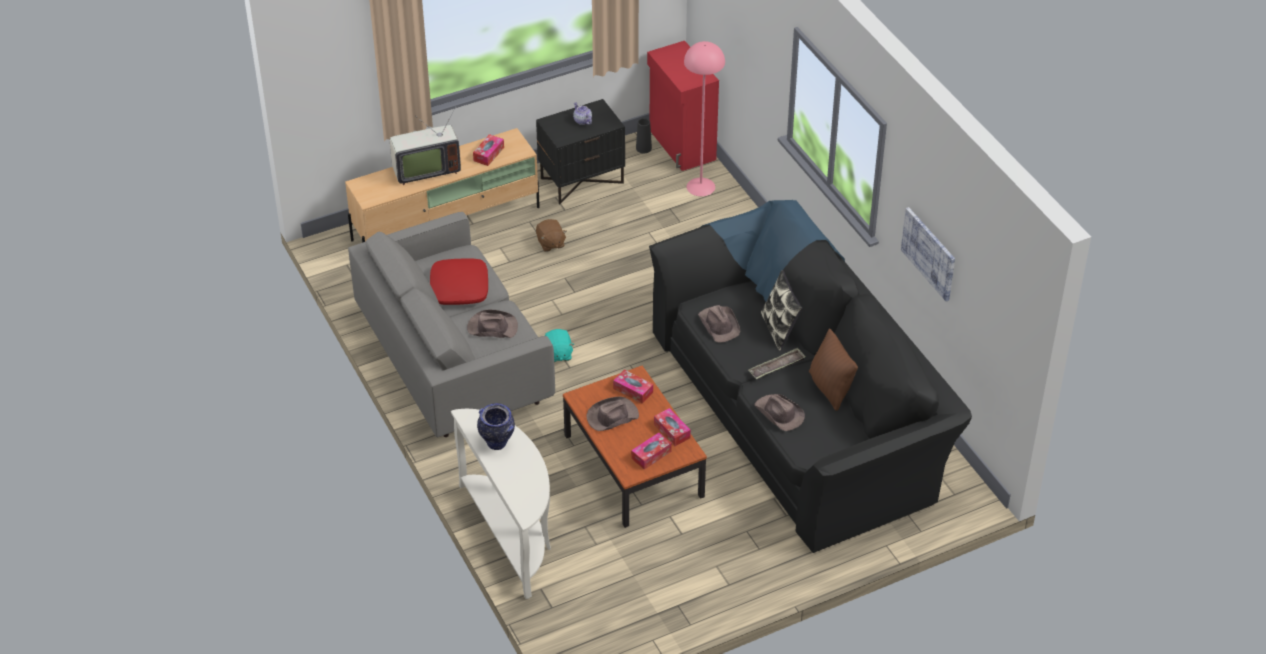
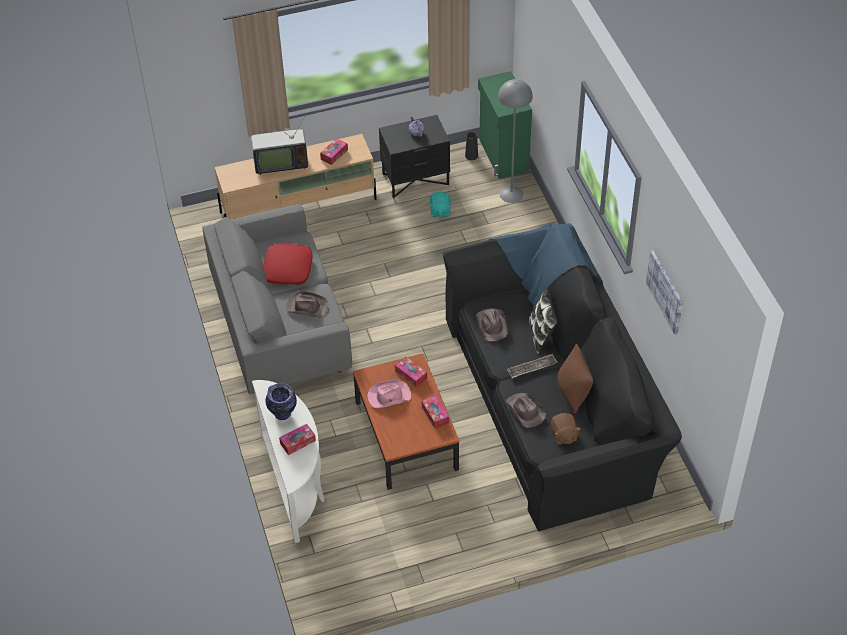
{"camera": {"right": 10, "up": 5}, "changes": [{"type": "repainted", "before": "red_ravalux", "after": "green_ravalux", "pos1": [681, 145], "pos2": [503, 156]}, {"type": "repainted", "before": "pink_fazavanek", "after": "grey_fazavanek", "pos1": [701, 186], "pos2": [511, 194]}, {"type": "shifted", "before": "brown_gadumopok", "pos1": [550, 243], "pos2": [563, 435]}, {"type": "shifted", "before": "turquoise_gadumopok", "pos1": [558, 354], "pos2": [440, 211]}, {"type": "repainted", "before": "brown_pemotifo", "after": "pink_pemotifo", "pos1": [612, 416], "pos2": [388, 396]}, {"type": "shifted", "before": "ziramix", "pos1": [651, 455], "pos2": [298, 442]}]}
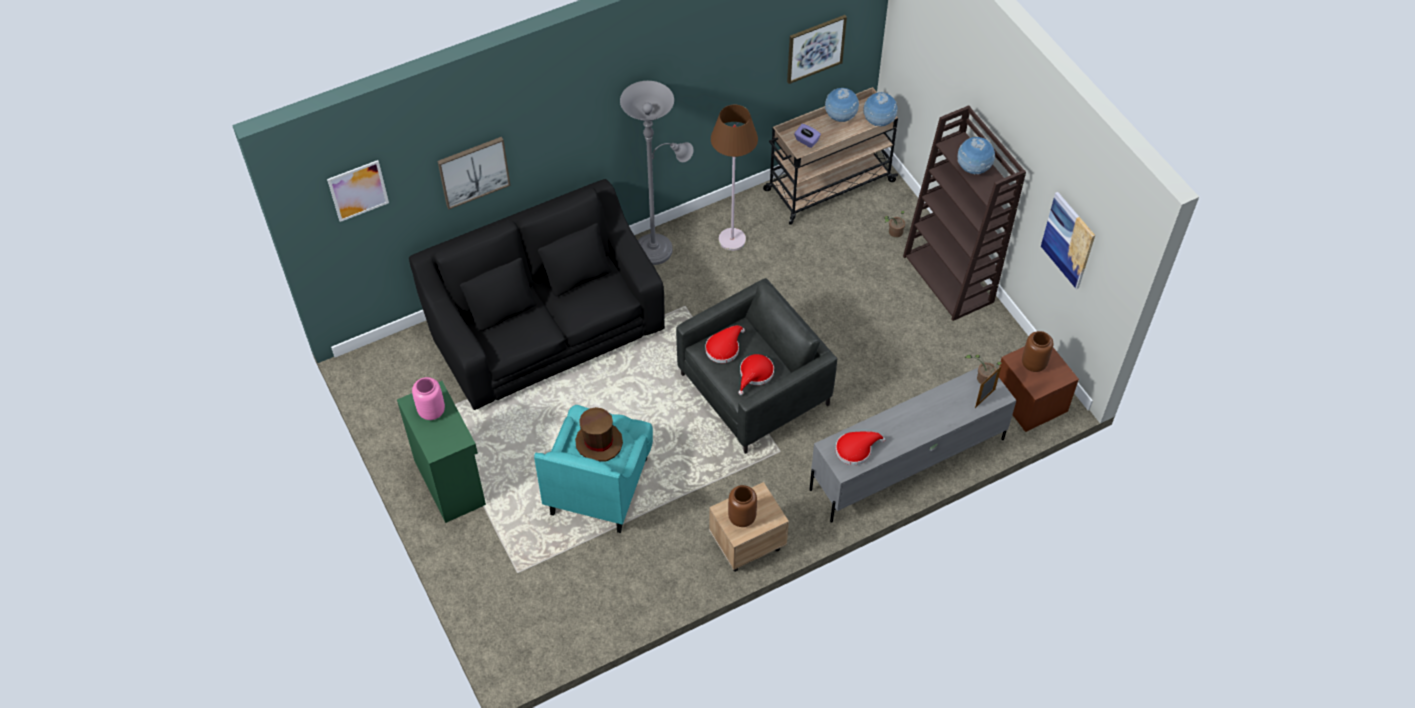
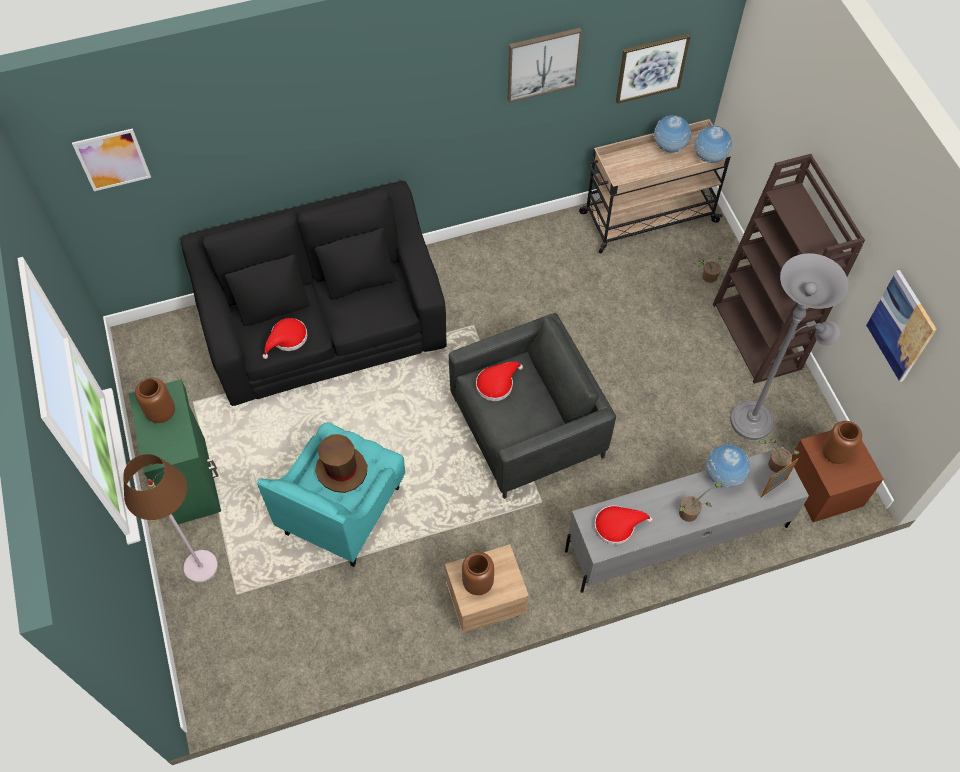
{"camera": {"right": 10, "up": 5}, "changes": [{"type": "shifted", "before": "grey_fazavanek", "pos1": [658, 248], "pos2": [757, 419]}, {"type": "shifted", "before": "brown_fazavanek", "pos1": [732, 240], "pos2": [200, 567]}, {"type": "gone", "before": "purple_ziramix", "pos1": [806, 141]}, {"type": "shifted", "before": "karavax", "pos1": [473, 171], "pos2": [543, 64]}, {"type": "shifted", "before": "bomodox", "pos1": [973, 169], "pos2": [723, 476]}, {"type": "shifted", "before": "red_pemotifo", "pos1": [755, 374], "pos2": [287, 339]}, {"type": "repainted", "before": "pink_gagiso", "after": "brown_gagiso", "pos1": [431, 411], "pos2": [160, 413]}, {"type": "new", "after": "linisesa", "pos2": [691, 512]}]}
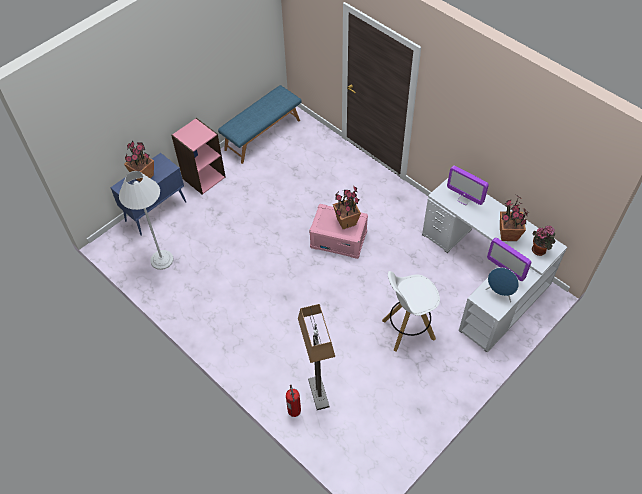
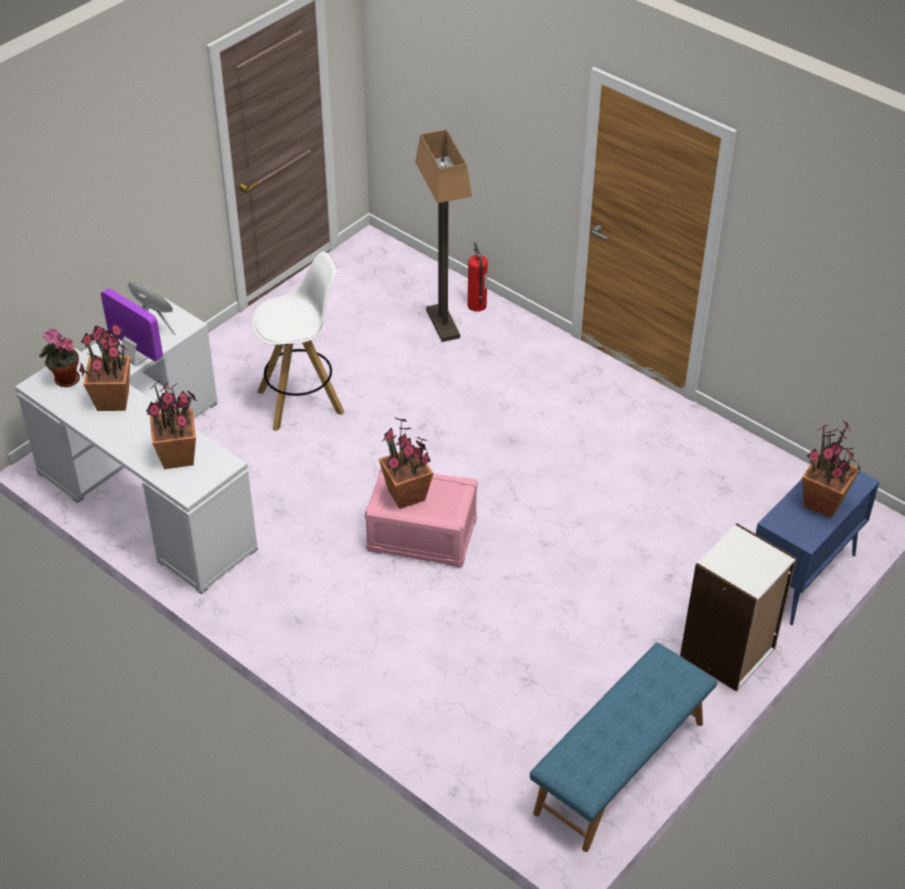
{"camera": {"right": 175, "up": -10}, "changes": [{"type": "repainted", "before": "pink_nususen", "after": "white_nususen", "pos1": [203, 177], "pos2": [728, 653]}, {"type": "swapped", "before": "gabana", "after": "linisesa", "pos1": [464, 199], "pos2": [178, 456]}, {"type": "gone", "before": "white_fazavanek", "pos1": [162, 260]}]}
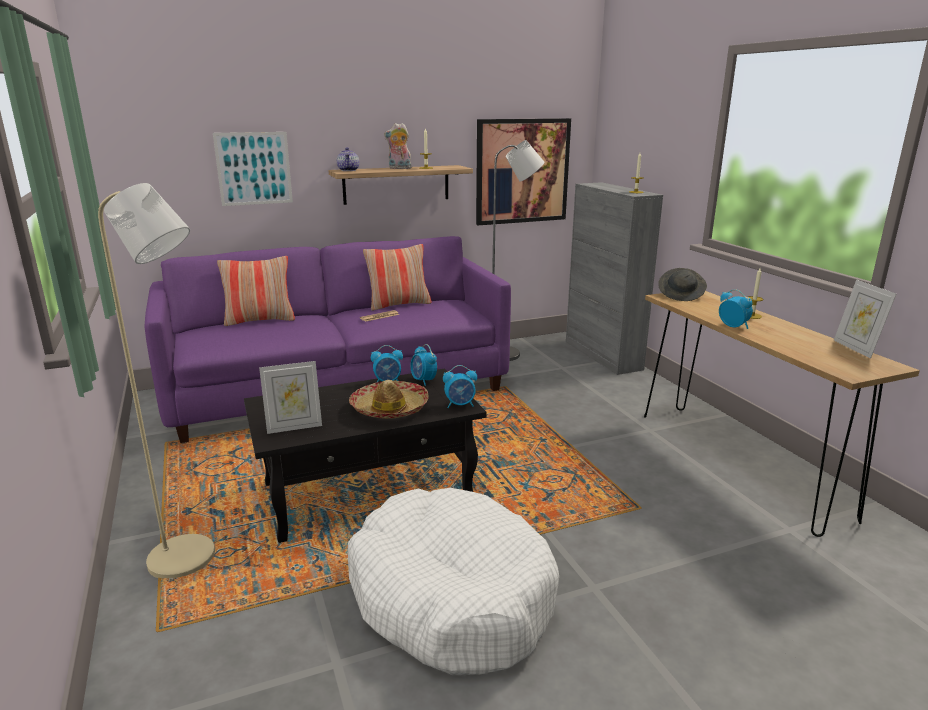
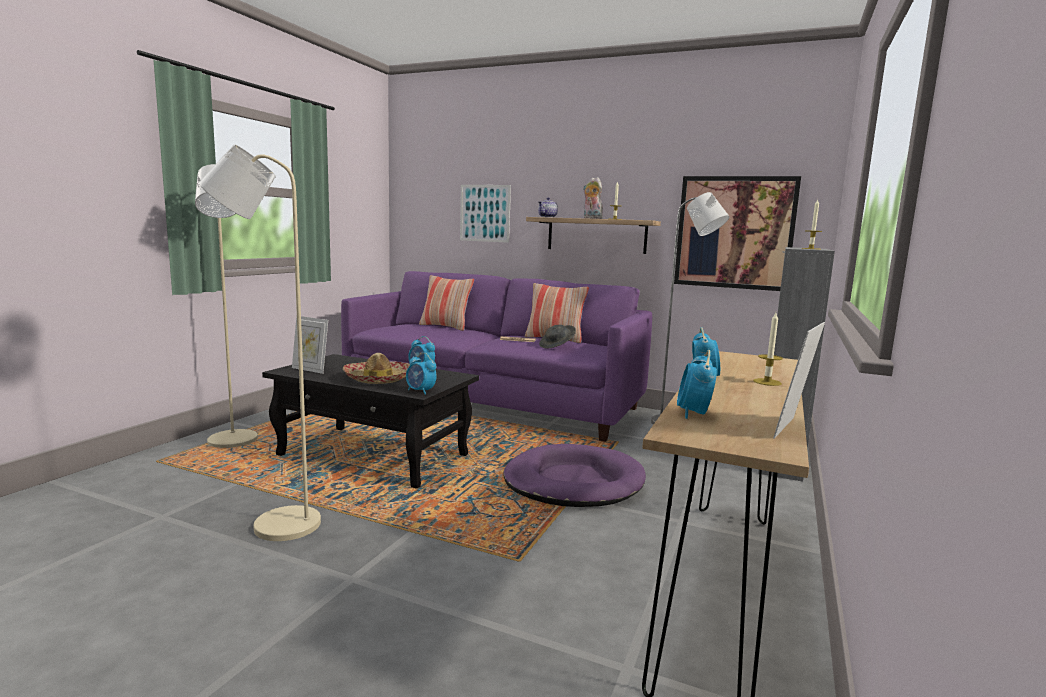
{"camera": {"right": 45, "up": -10}, "changes": [{"type": "shifted", "before": "grey_pemotifo", "pos1": [681, 295], "pos2": [557, 346]}, {"type": "shifted", "before": "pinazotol", "pos1": [423, 381], "pos2": [693, 414]}, {"type": "swapped", "before": "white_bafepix", "after": "beige_fazavanek", "pos1": [451, 596], "pos2": [274, 525]}, {"type": "new", "after": "purple_bafepix", "pos2": [573, 482]}]}
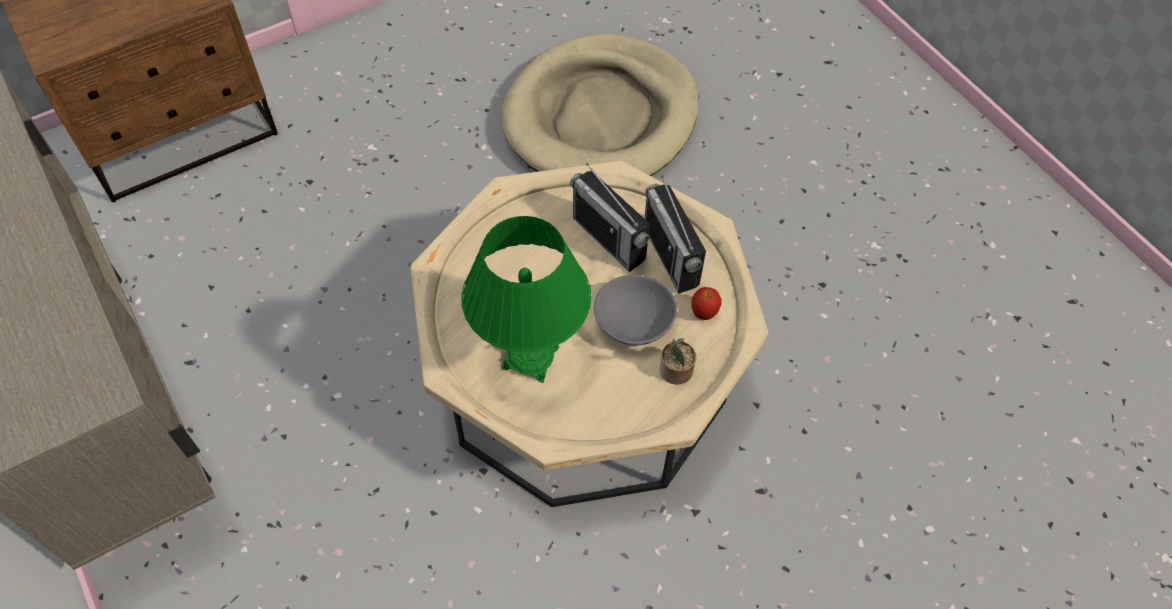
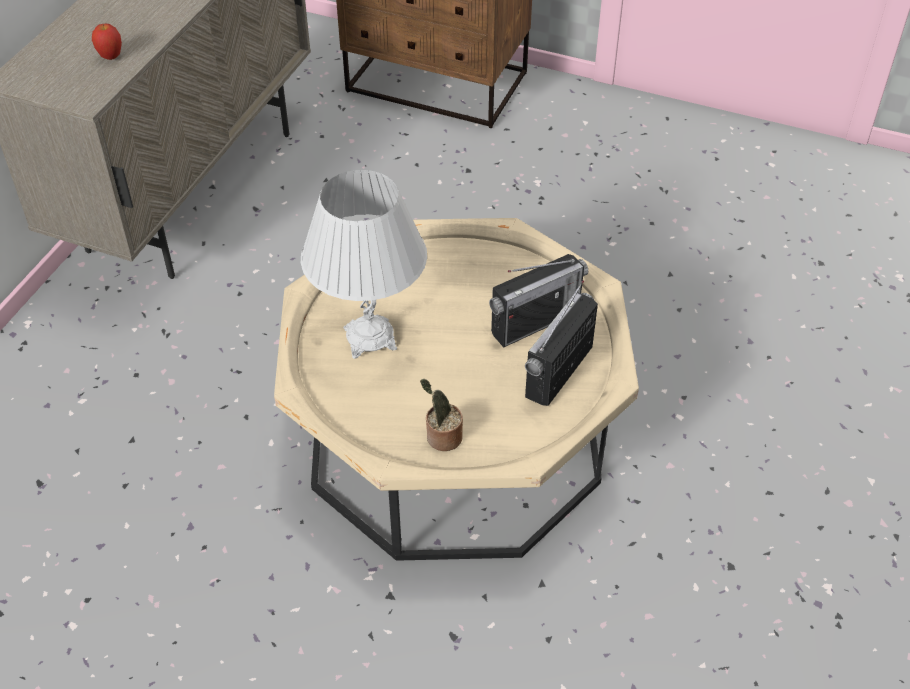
{"camera": {"right": 55, "up": -10}, "changes": [{"type": "gone", "before": "beige_bafepix", "pos1": [601, 117]}, {"type": "rotated", "before": "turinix", "pos1": [609, 239], "pos2": [535, 322], "turn": -135}, {"type": "repainted", "before": "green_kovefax", "after": "white_kovefax", "pos1": [530, 357], "pos2": [370, 338]}, {"type": "gone", "before": "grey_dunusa", "pos1": [634, 323]}, {"type": "shifted", "before": "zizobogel", "pos1": [703, 313], "pos2": [111, 57]}]}
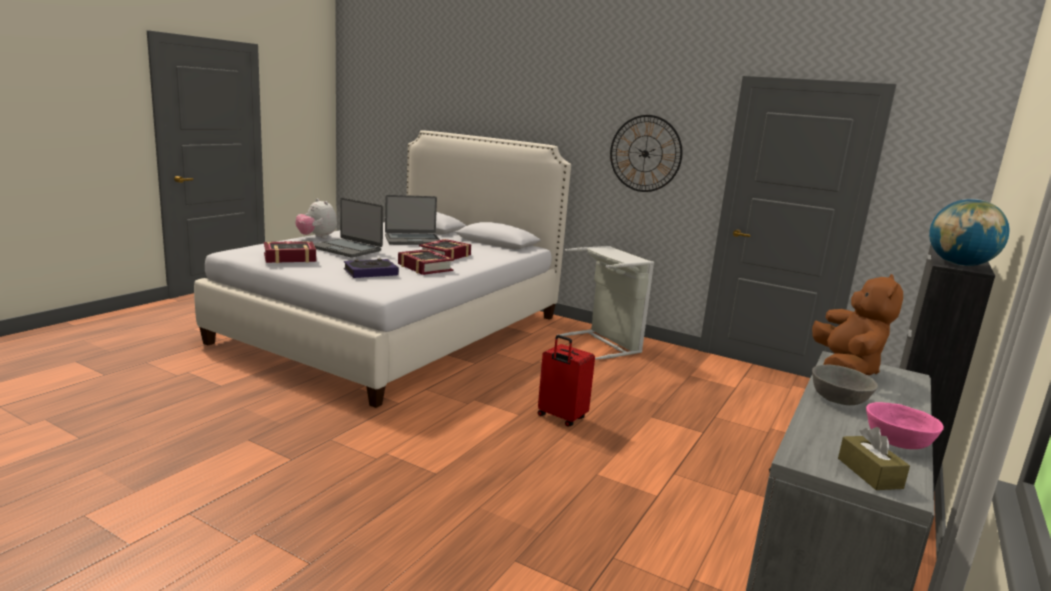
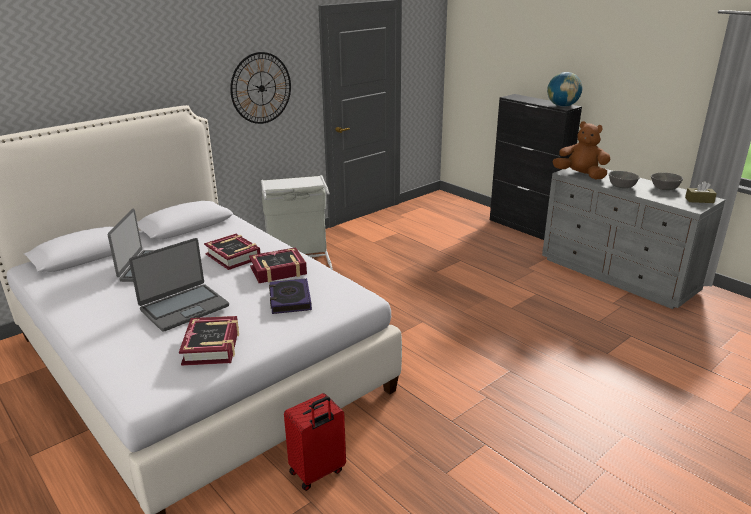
{"camera": {"right": -70, "up": 10}, "changes": [{"type": "gone", "before": "gadumopok", "pos1": [317, 237]}, {"type": "shifted", "before": "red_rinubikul", "pos1": [561, 417], "pos2": [317, 472]}, {"type": "repainted", "before": "pink_dunusa", "after": "grey_dunusa", "pos1": [897, 441], "pos2": [664, 188]}]}
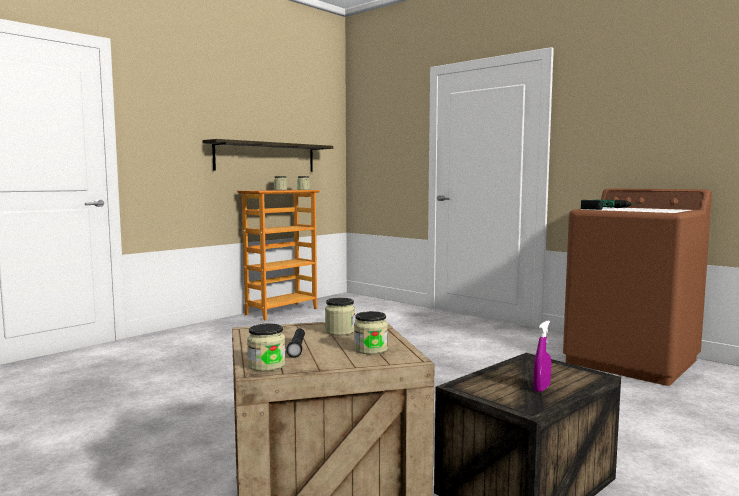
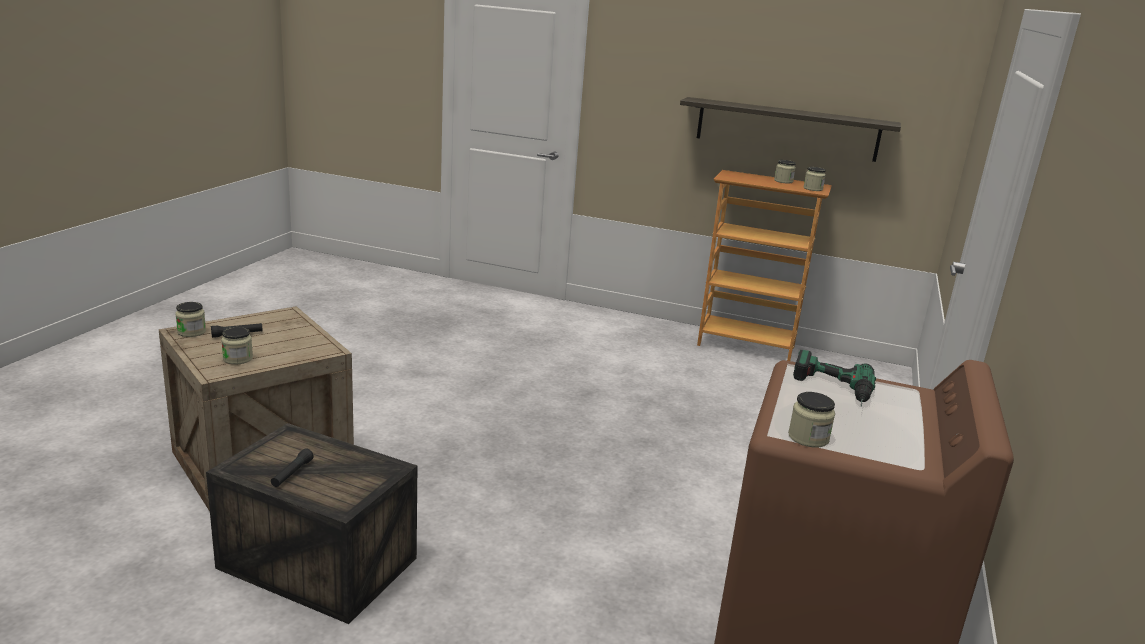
{"camera": {"right": 65, "up": 15}, "changes": [{"type": "shifted", "before": "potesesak", "pos1": [340, 331], "pos2": [808, 438]}, {"type": "swapped", "before": "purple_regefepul", "after": "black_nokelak", "pos1": [541, 388], "pos2": [292, 474]}]}
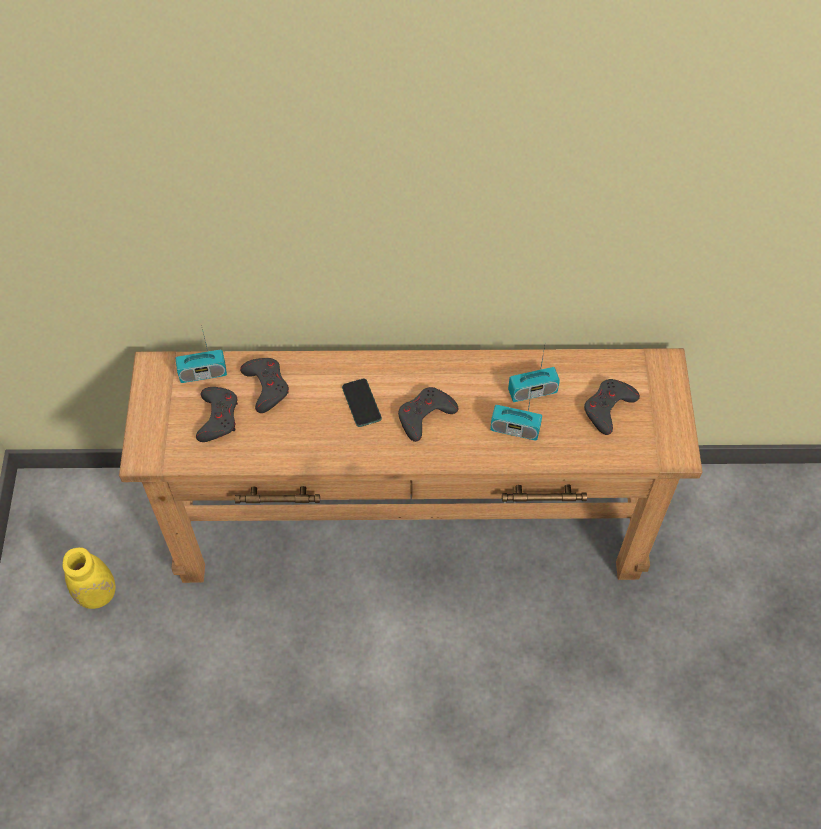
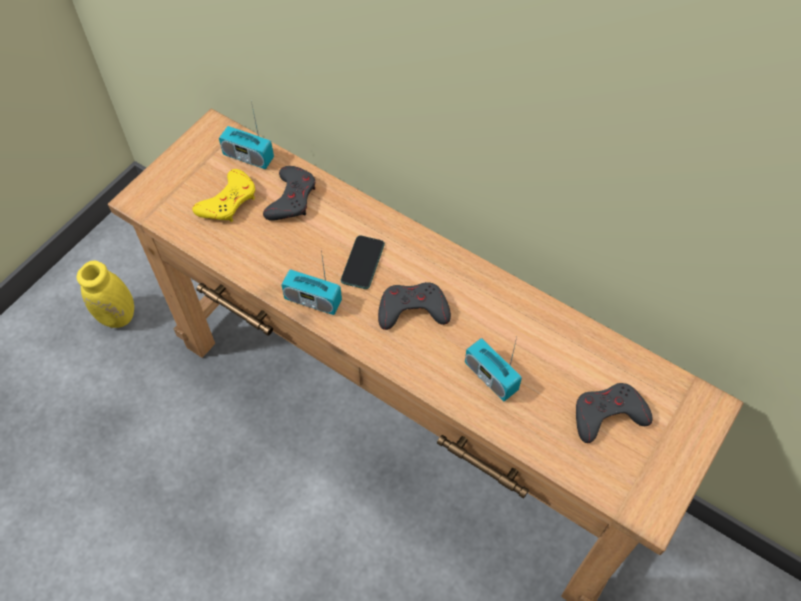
{"camera": {"right": 35, "up": 0}, "changes": [{"type": "shifted", "before": "turinix", "pos1": [532, 392], "pos2": [313, 300]}, {"type": "repainted", "before": "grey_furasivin", "after": "yellow_furasivin", "pos1": [218, 417], "pos2": [228, 201]}]}
